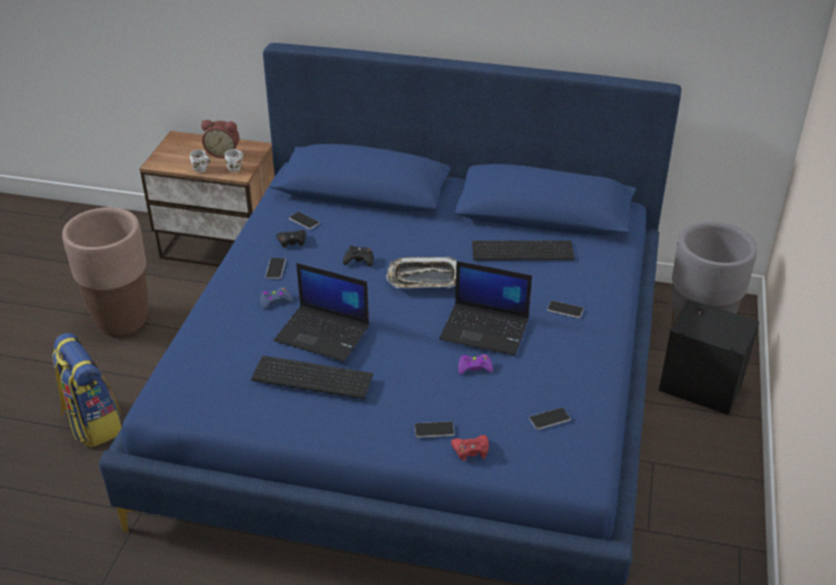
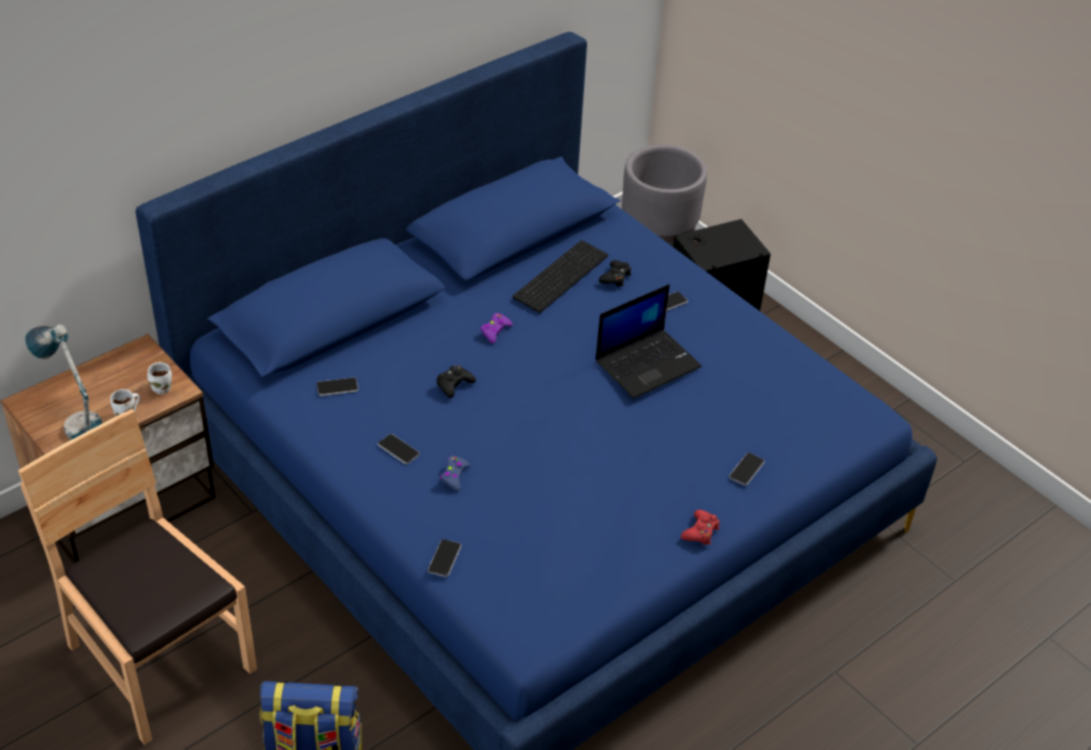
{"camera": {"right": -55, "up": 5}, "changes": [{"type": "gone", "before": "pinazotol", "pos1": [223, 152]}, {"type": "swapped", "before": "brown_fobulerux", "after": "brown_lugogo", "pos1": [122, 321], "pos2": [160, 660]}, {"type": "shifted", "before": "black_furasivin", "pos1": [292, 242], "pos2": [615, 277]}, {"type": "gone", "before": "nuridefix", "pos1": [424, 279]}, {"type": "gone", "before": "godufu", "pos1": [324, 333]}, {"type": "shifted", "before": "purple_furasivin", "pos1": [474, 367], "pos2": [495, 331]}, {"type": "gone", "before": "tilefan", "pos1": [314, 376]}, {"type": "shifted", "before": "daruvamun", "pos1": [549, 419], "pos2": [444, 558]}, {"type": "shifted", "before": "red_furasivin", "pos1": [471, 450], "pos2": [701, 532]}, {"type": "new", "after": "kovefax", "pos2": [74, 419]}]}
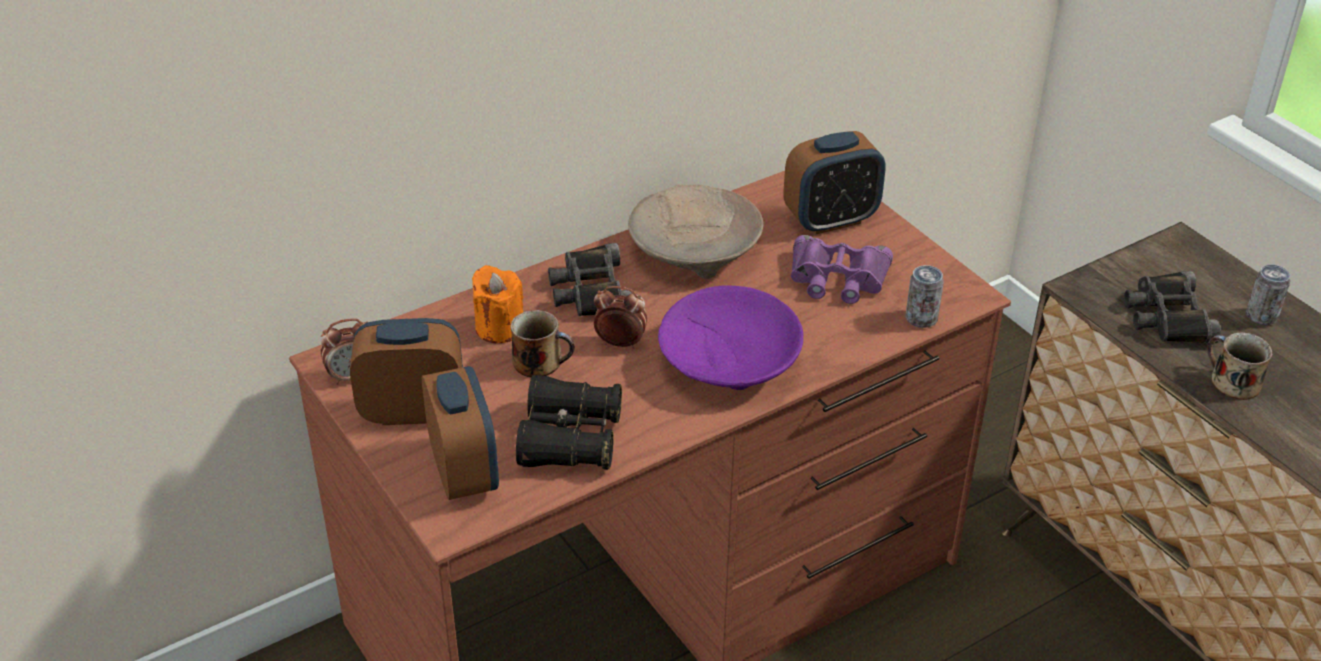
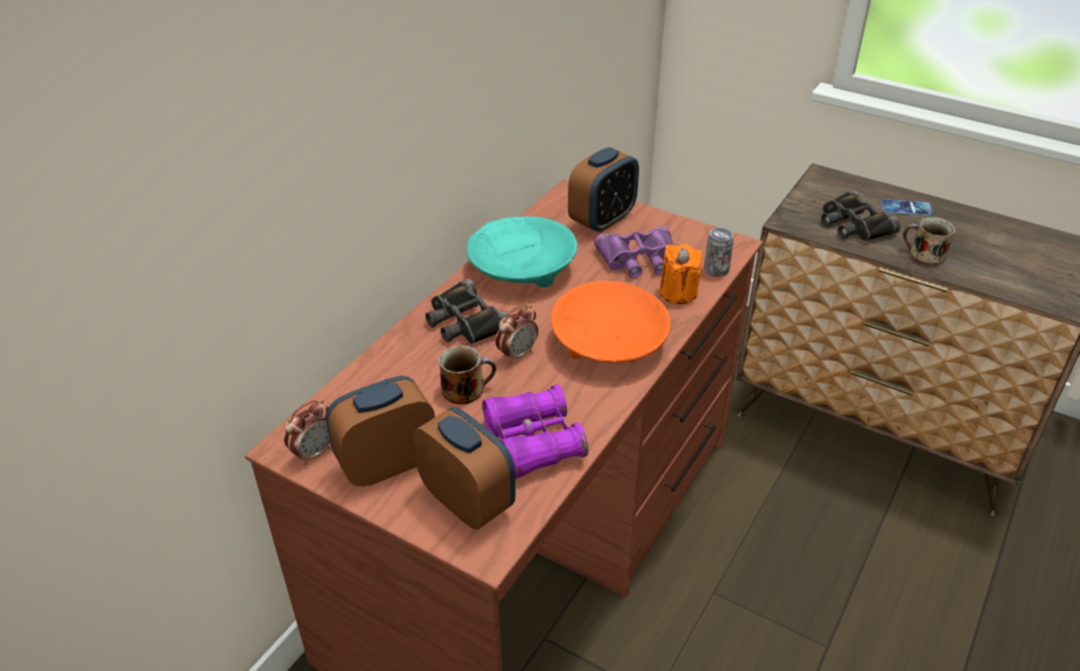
{"camera": {"right": -25, "up": 0}, "changes": [{"type": "repainted", "before": "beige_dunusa", "after": "turquoise_dunusa", "pos1": [694, 251], "pos2": [522, 269]}, {"type": "swapped", "before": "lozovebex", "after": "daruvamun", "pos1": [1261, 316], "pos2": [906, 208]}, {"type": "shifted", "before": "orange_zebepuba", "pos1": [499, 328], "pos2": [678, 292]}, {"type": "repainted", "before": "purple_dunusa", "after": "orange_dunusa", "pos1": [731, 361], "pos2": [610, 342]}, {"type": "rotated", "before": "pinazotol", "pos1": [620, 343], "pos2": [517, 354], "turn": 150}, {"type": "repainted", "before": "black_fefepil", "after": "purple_fefepil", "pos1": [569, 439], "pos2": [533, 443]}]}
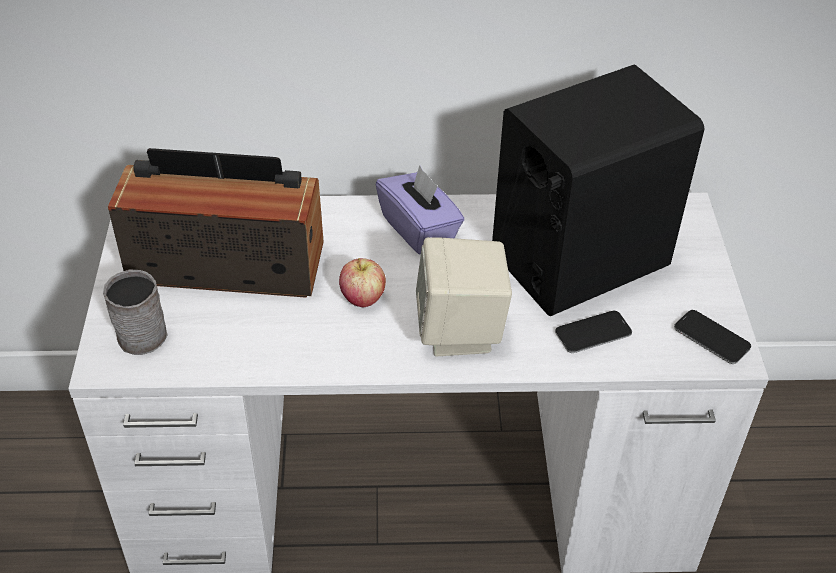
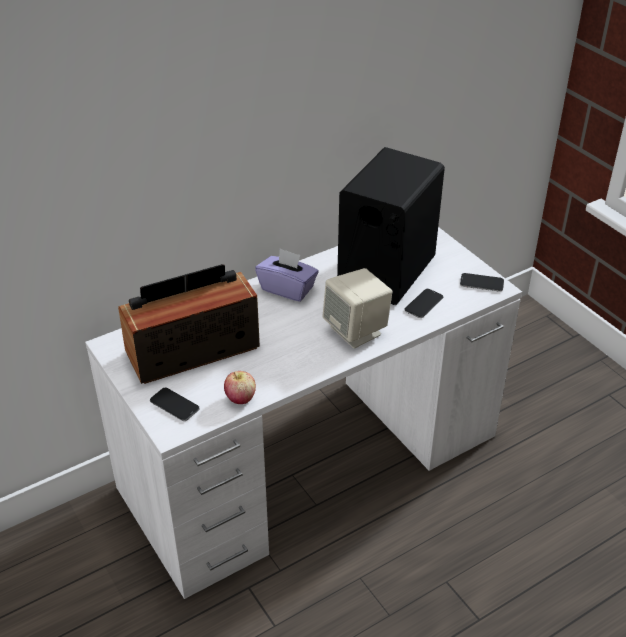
{"camera": {"right": -30, "up": -5}, "changes": [{"type": "shifted", "before": "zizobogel", "pos1": [362, 298], "pos2": [240, 398]}, {"type": "swapped", "before": "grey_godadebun", "after": "daruvamun", "pos1": [139, 330], "pos2": [174, 405]}]}
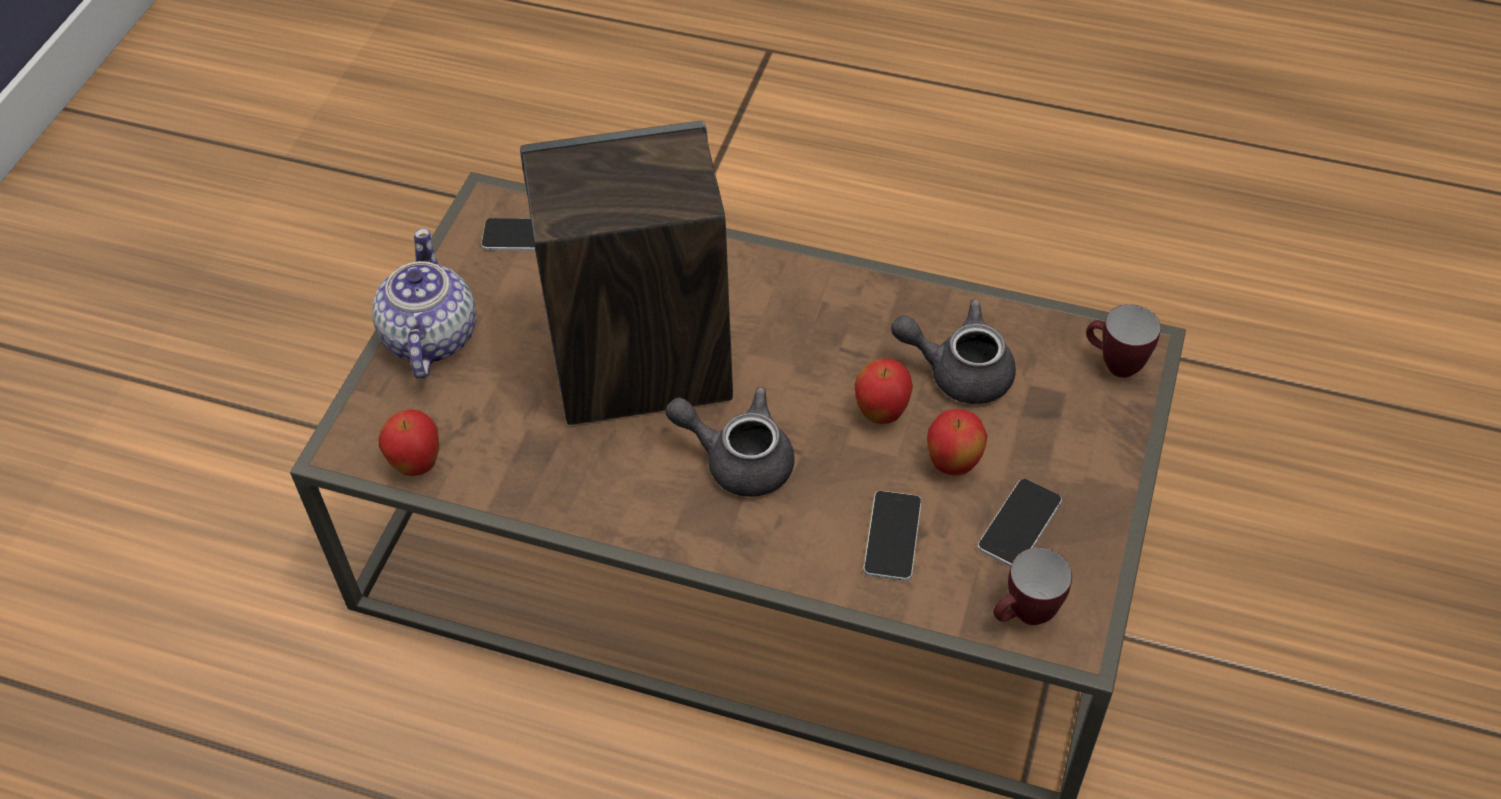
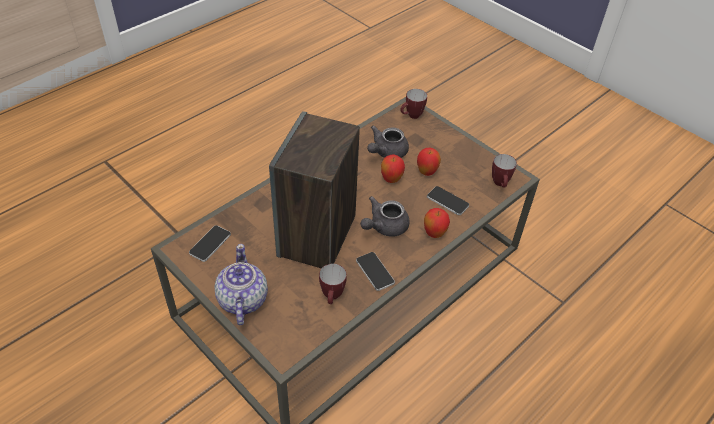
{"camera": {"right": -65, "up": -5}, "changes": [{"type": "rotated", "before": "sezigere", "pos1": [429, 338], "pos2": [242, 300], "turn": 60}, {"type": "shifted", "before": "zizobogel", "pos1": [417, 465], "pos2": [434, 234]}, {"type": "shifted", "before": "daruvamun", "pos1": [1019, 524], "pos2": [375, 271]}, {"type": "new", "after": "godadebun", "pos2": [332, 297]}]}
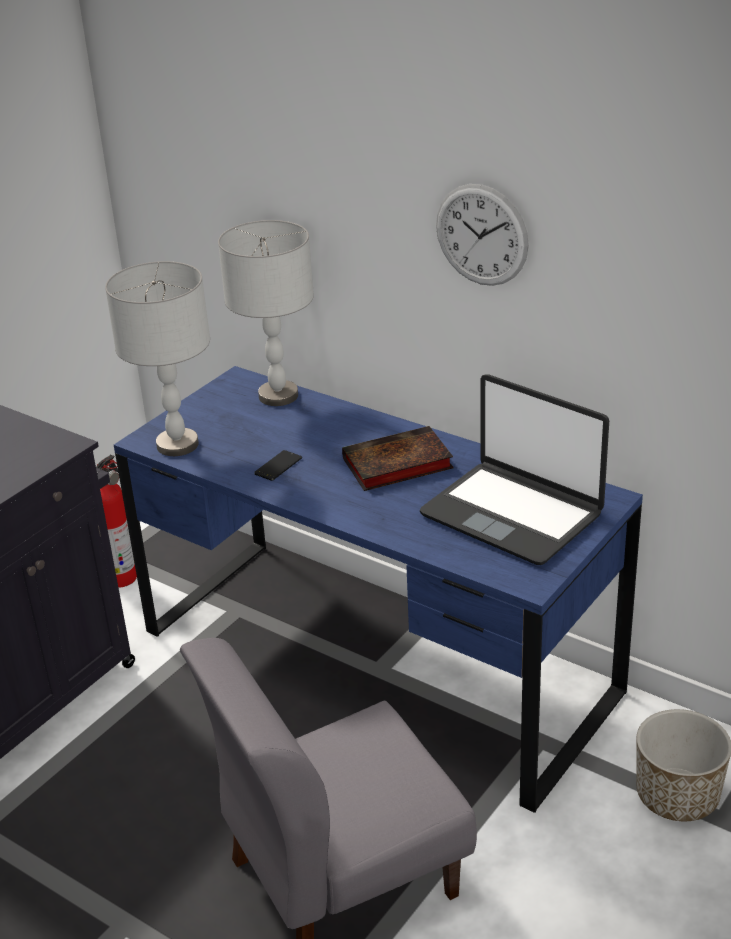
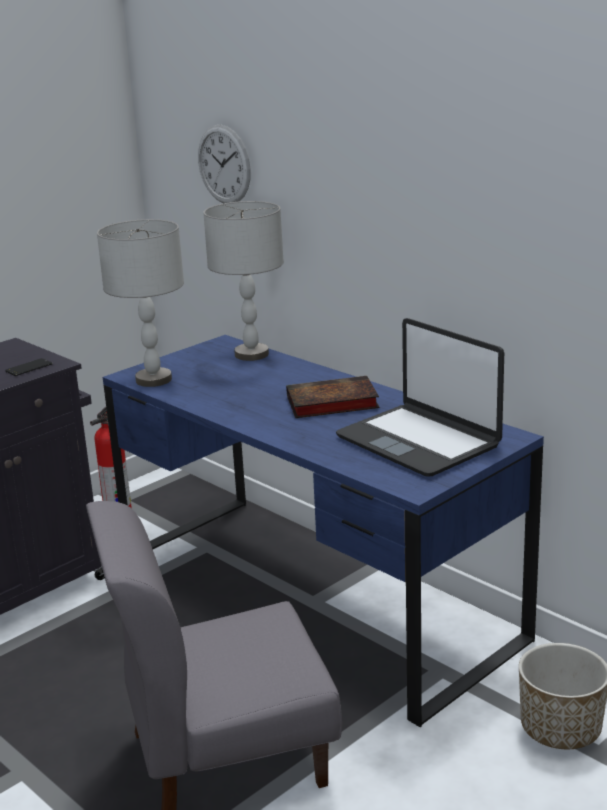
{"camera": {"right": 10, "up": -10}, "changes": [{"type": "shifted", "before": "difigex", "pos1": [481, 235], "pos2": [224, 164]}, {"type": "shifted", "before": "daruvamun", "pos1": [278, 466], "pos2": [29, 368]}]}
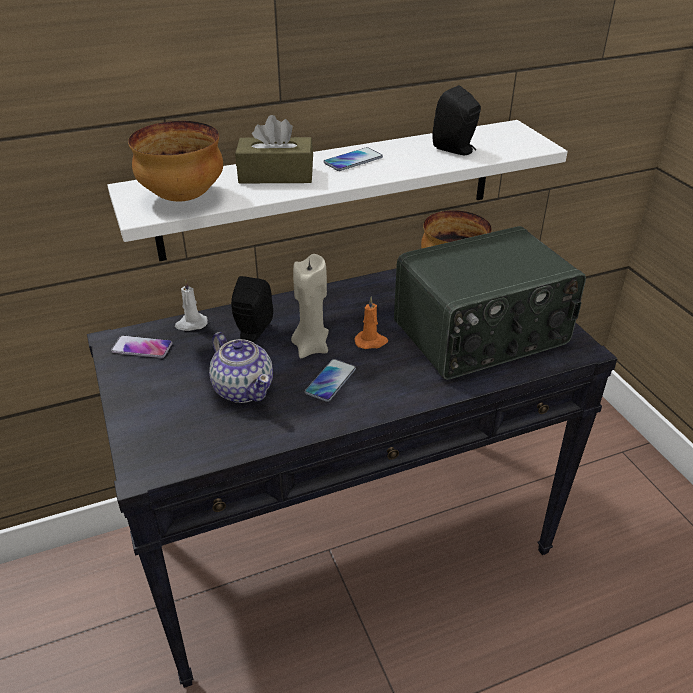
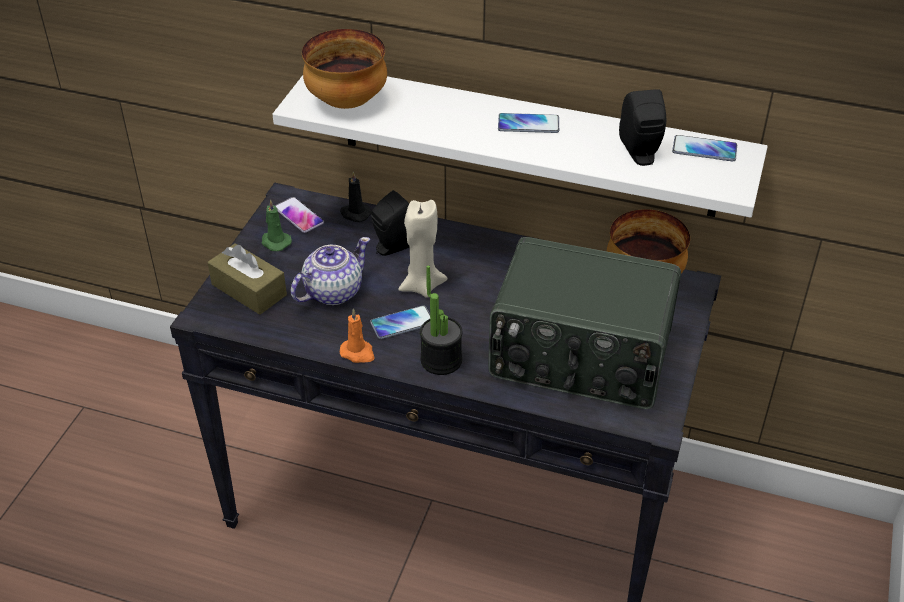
{"camera": {"right": 40, "up": 5}, "changes": [{"type": "shifted", "before": "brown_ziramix", "pos1": [276, 175], "pos2": [249, 290]}, {"type": "repainted", "before": "white_zebepuba", "after": "black_zebepuba", "pos1": [191, 324], "pos2": [355, 213]}, {"type": "shifted", "before": "orange_zebepuba", "pos1": [371, 342], "pos2": [358, 353]}, {"type": "rotated", "before": "sezigere", "pos1": [243, 388], "pos2": [332, 292], "turn": -135}, {"type": "new", "after": "daruvamun", "pos2": [704, 149]}, {"type": "new", "after": "green_zebepuba", "pos2": [275, 242]}, {"type": "new", "after": "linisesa", "pos2": [441, 360]}]}
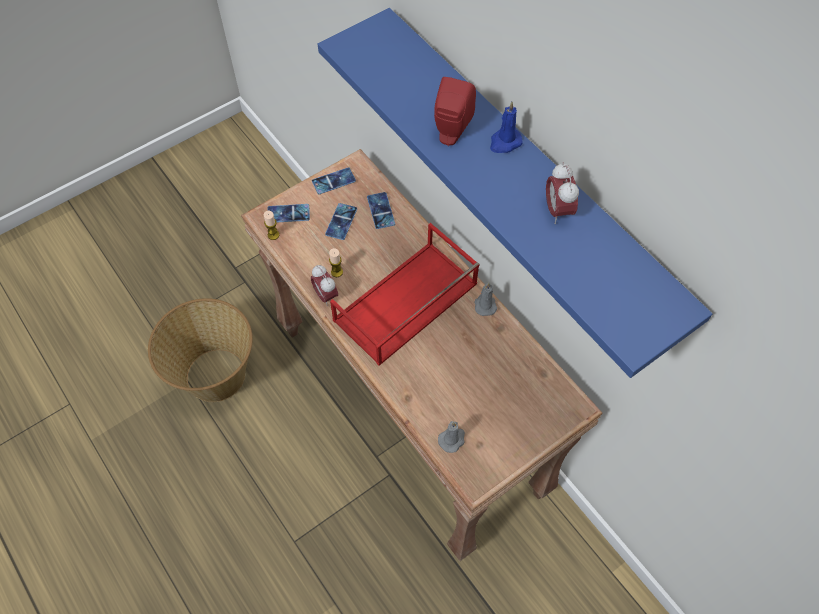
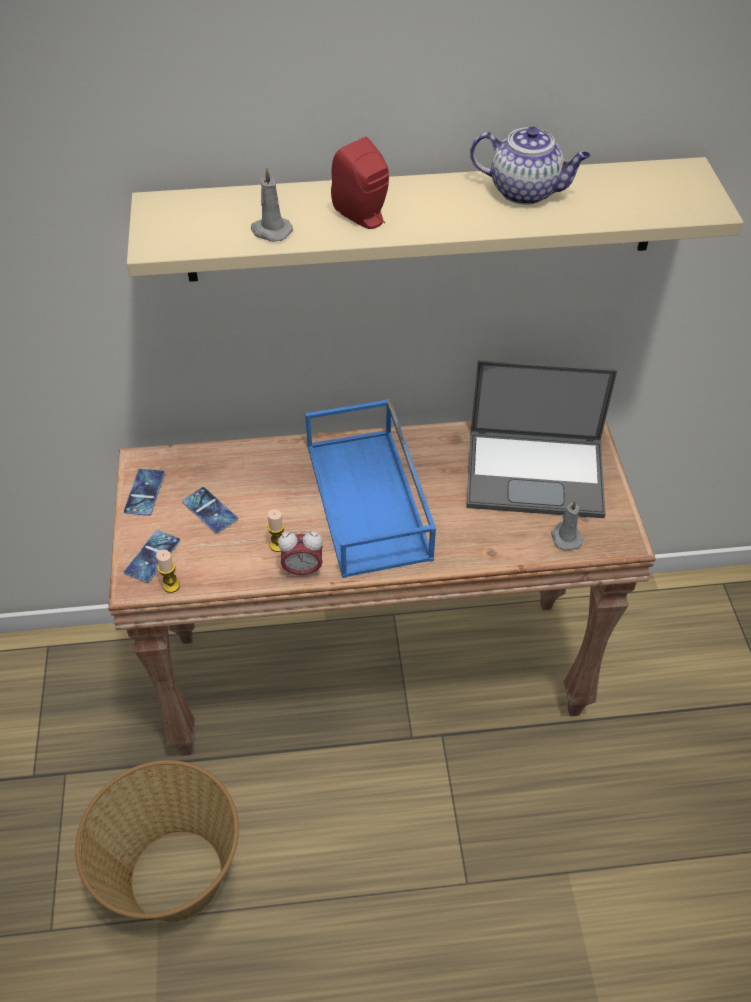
{"camera": {"right": -60, "up": -10}, "changes": [{"type": "repainted", "before": "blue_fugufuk", "after": "beige_fugufuk", "pos1": [526, 171], "pos2": [422, 220]}, {"type": "gone", "before": "blue_zebepuba", "pos1": [504, 142]}, {"type": "swapped", "before": "pinazotol", "after": "sezigere", "pos1": [557, 210], "pos2": [526, 191]}, {"type": "gone", "before": "daruvamun", "pos1": [381, 210]}, {"type": "repainted", "before": "red_nuridefix", "after": "blue_nuridefix", "pos1": [405, 304], "pos2": [370, 502]}, {"type": "shifted", "before": "grey_zebepuba", "pos1": [485, 305], "pos2": [270, 231]}, {"type": "new", "after": "godufu", "pos2": [537, 472]}]}
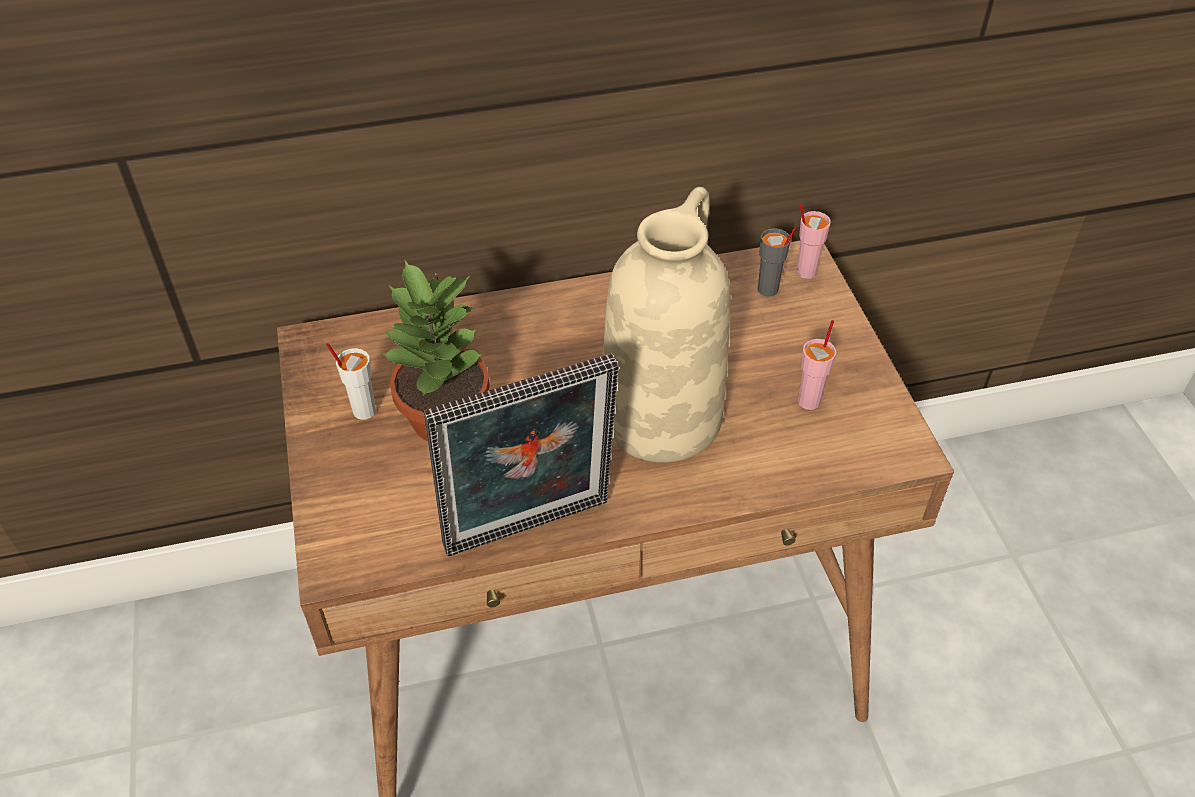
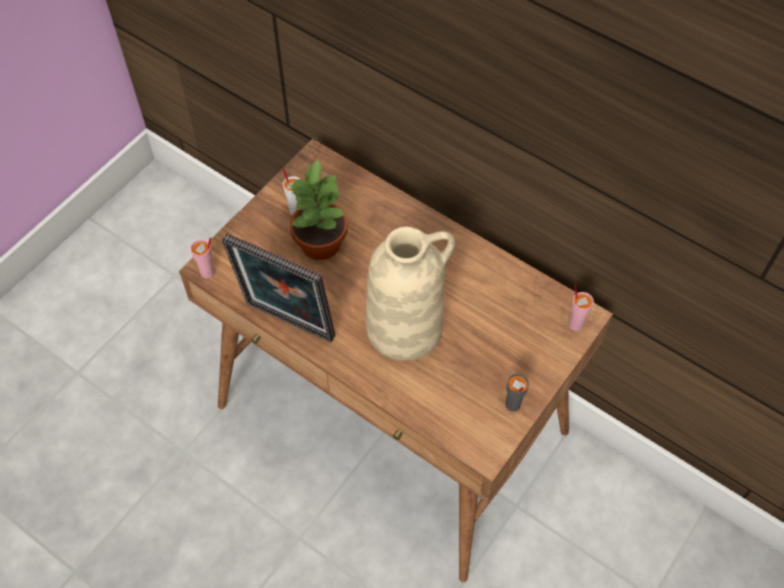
{"camera": {"right": 50, "up": 10}, "changes": [{"type": "shifted", "before": "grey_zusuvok", "pos1": [768, 289], "pos2": [512, 405]}, {"type": "shifted", "before": "pink_zusuvok", "pos1": [809, 401], "pos2": [208, 272]}]}
